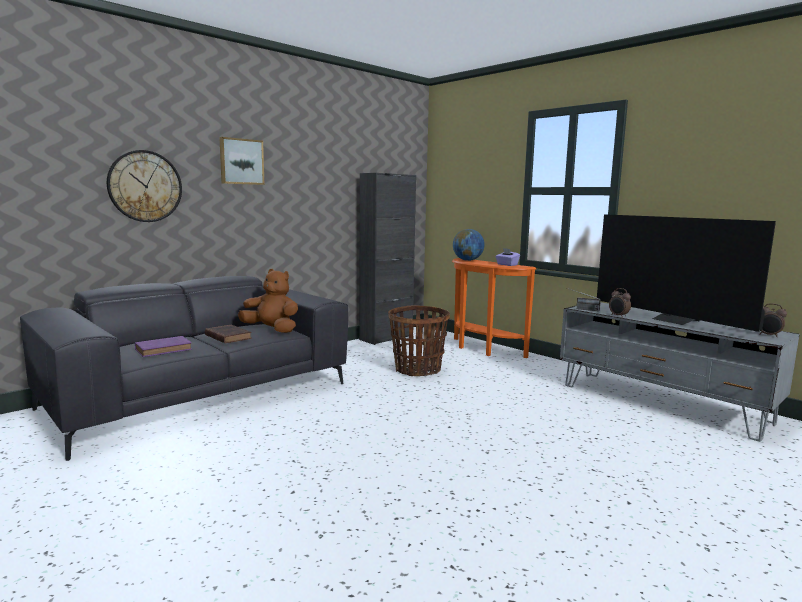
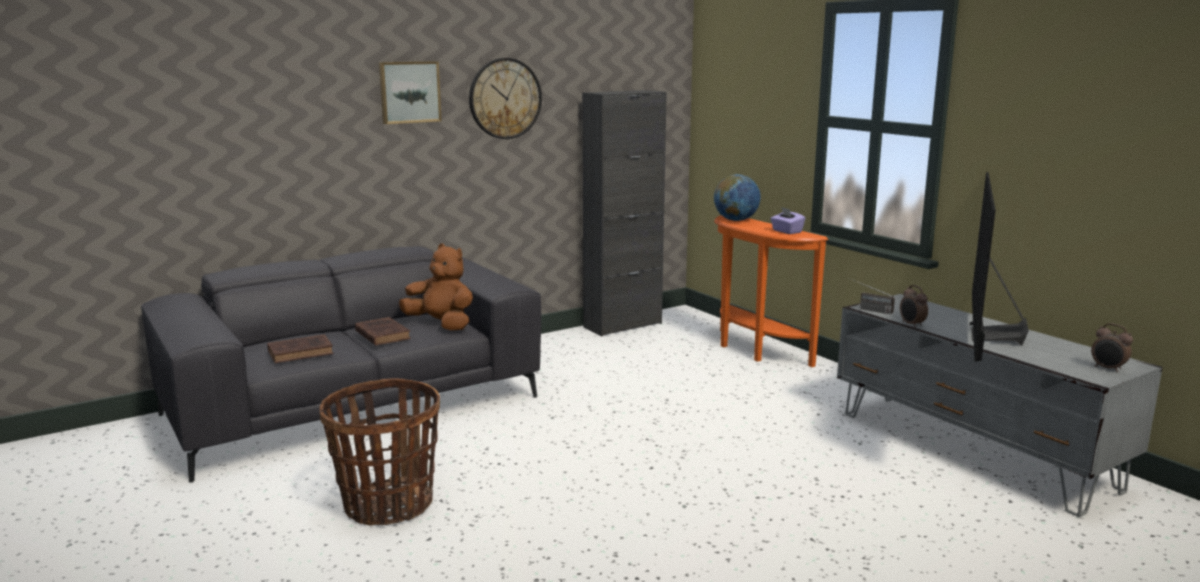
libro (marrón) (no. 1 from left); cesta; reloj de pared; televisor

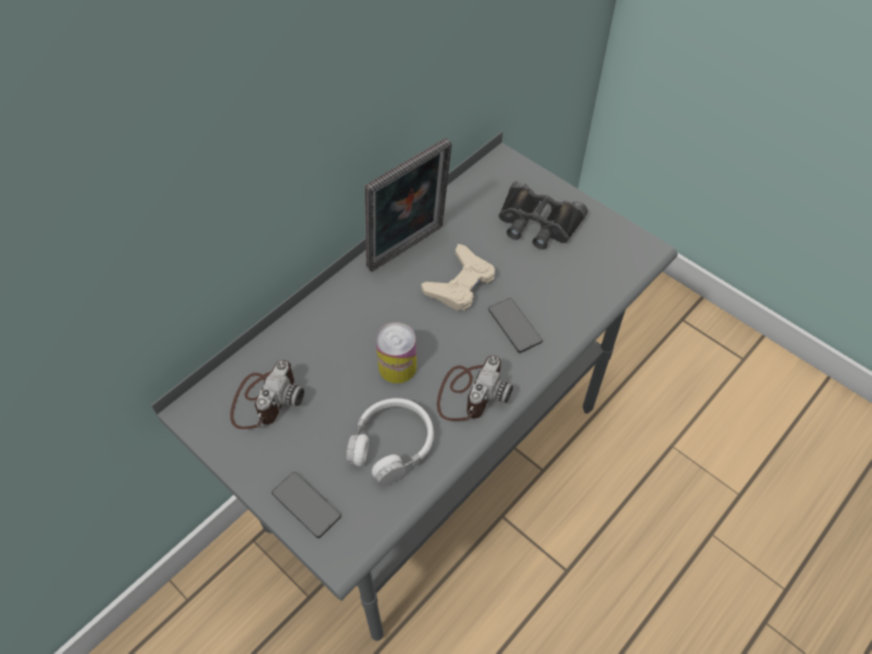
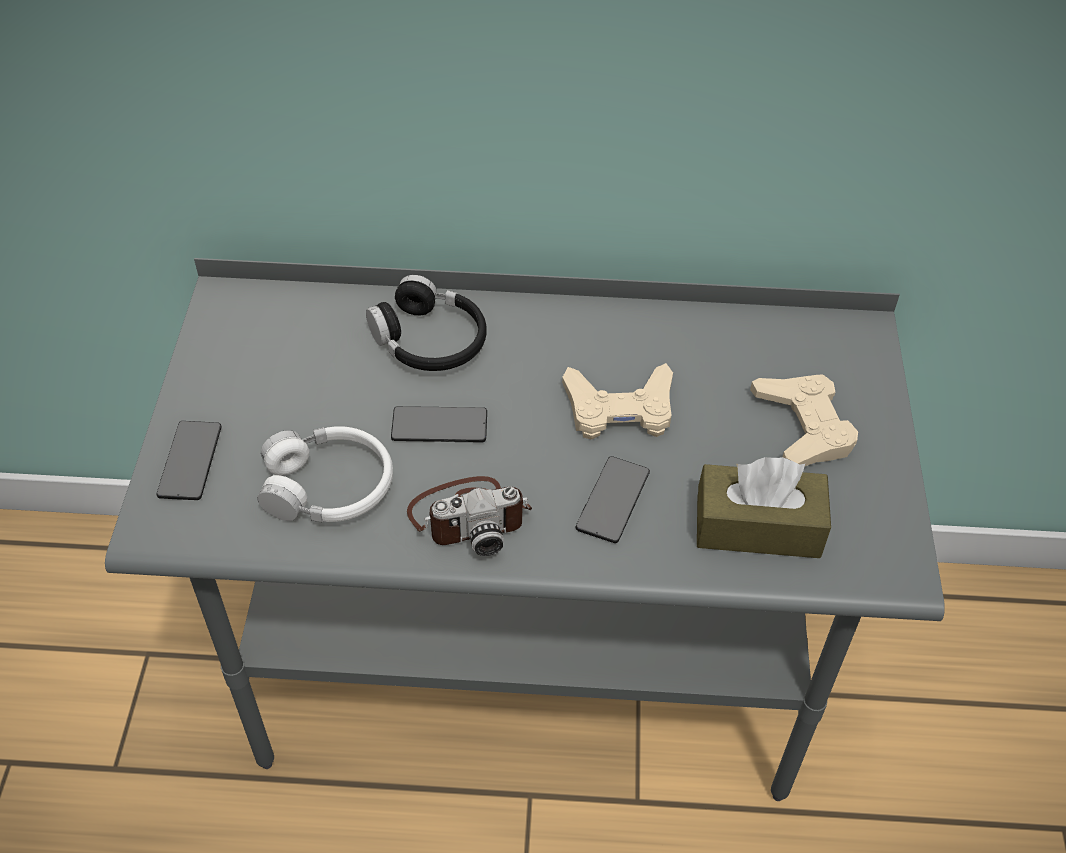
auriculares (negro); móvil (no. 2 from left); caja de pañuelos (marrón); mando de consola (beis) (no. 2 from left); cámara (no. 1 from left in the first image); portarretratos

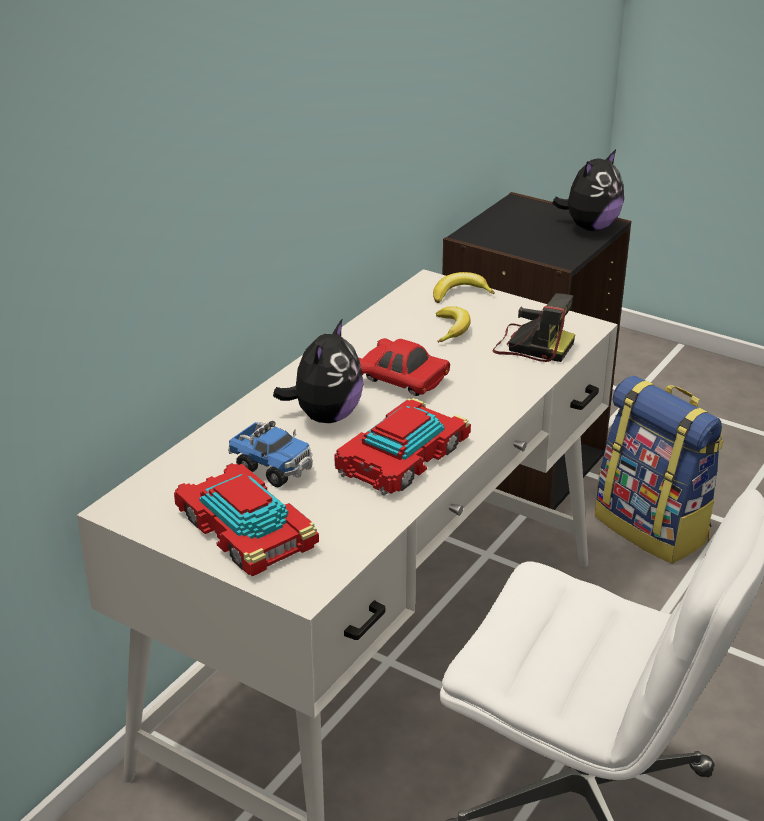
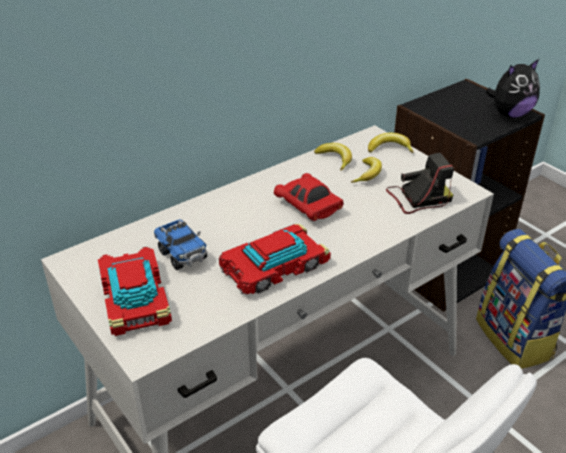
plátano (no. 1 from left); cámara; peluche (no. 1 from left in the first image)

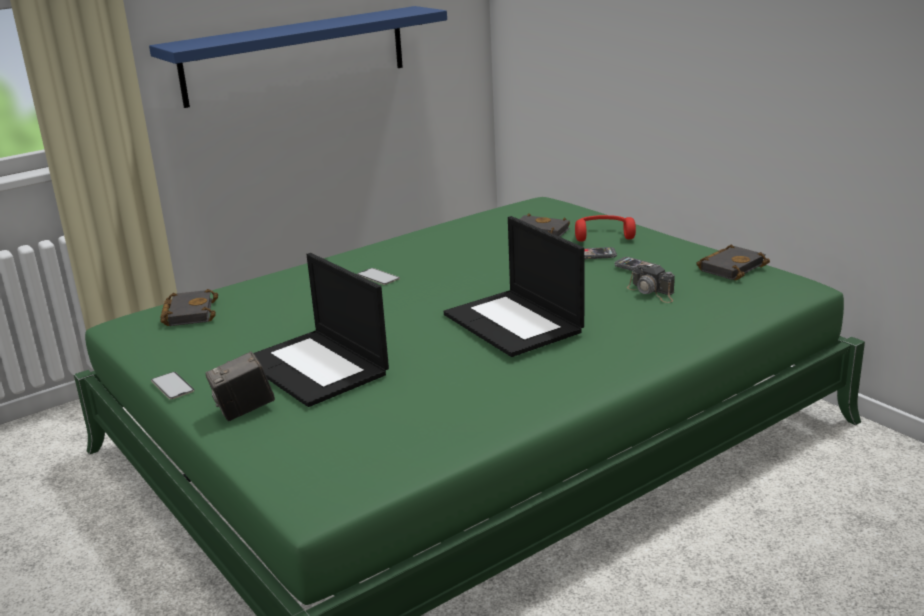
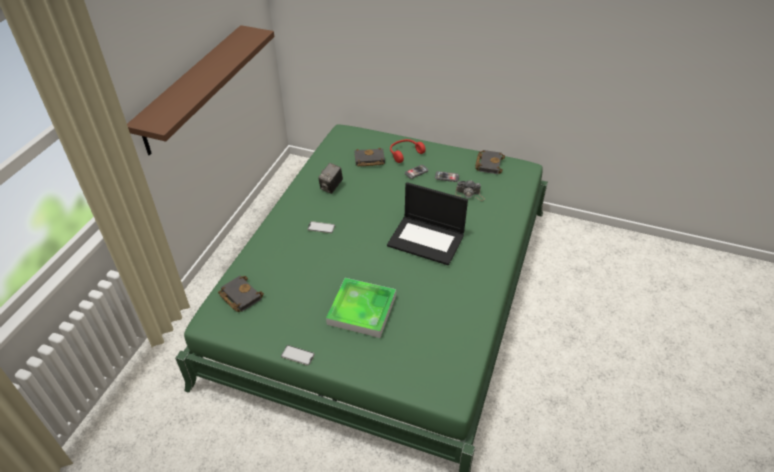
estante (marrón); cámara (no. 1 from left); bandeja

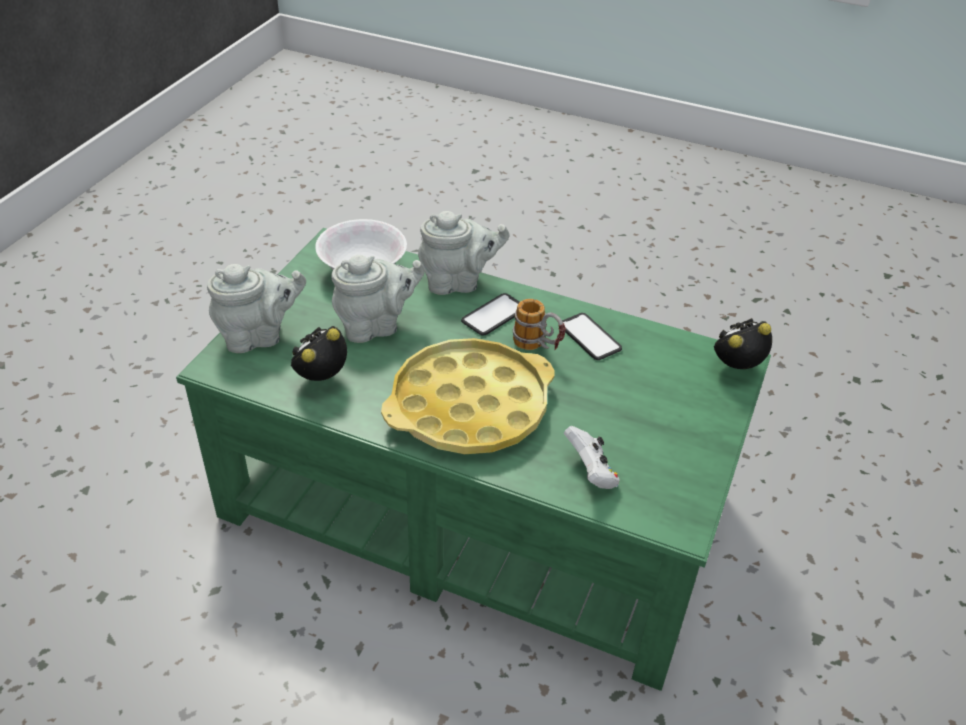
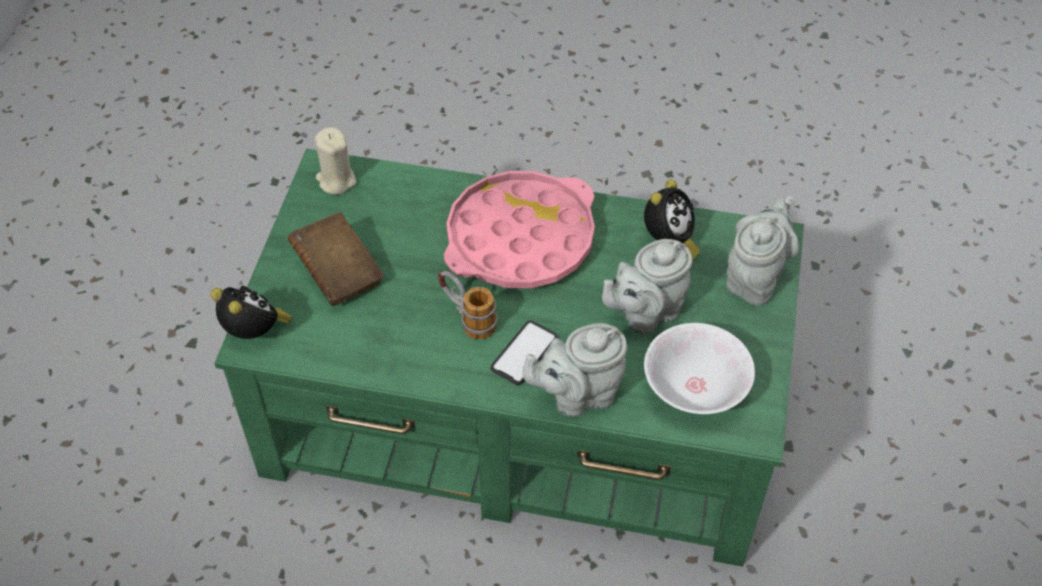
despertador (no. 1 from left); libro (marrón); vela (beis); bandeja (rosa); tetera (gris) (no. 3 from left); móvil (no. 2 from left in the first image); mando de consola (blanco)

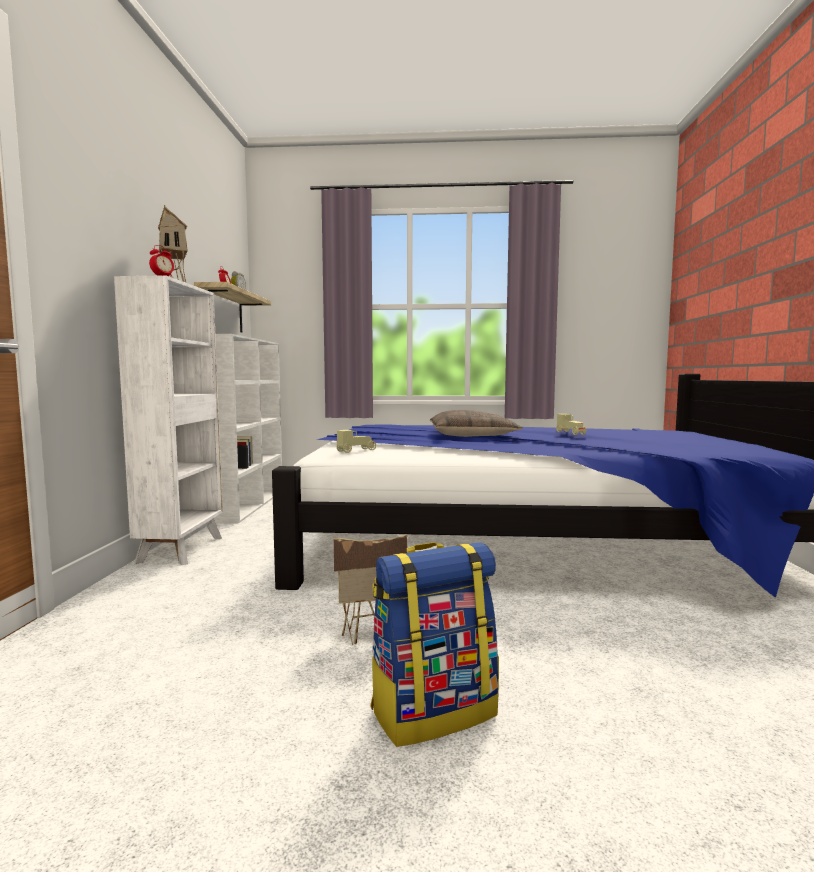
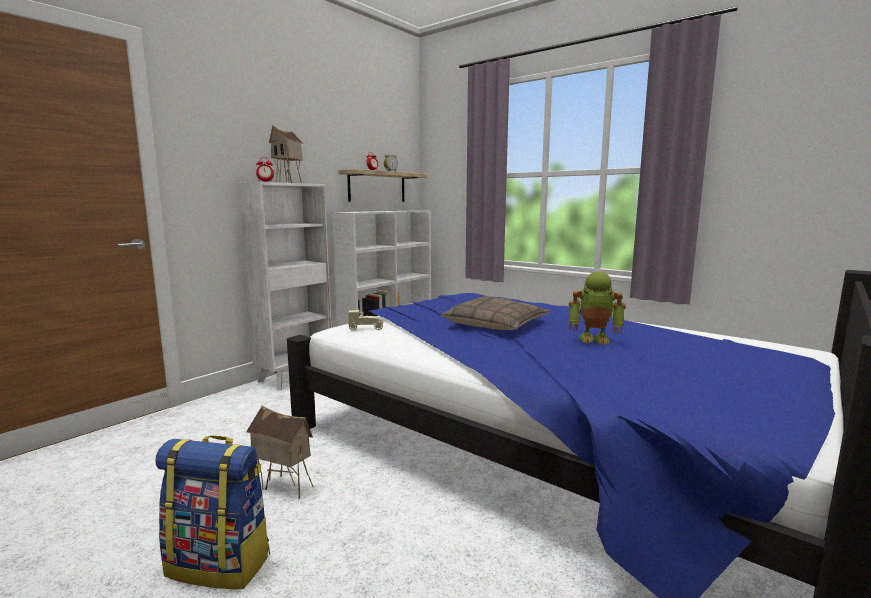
robot de juguete

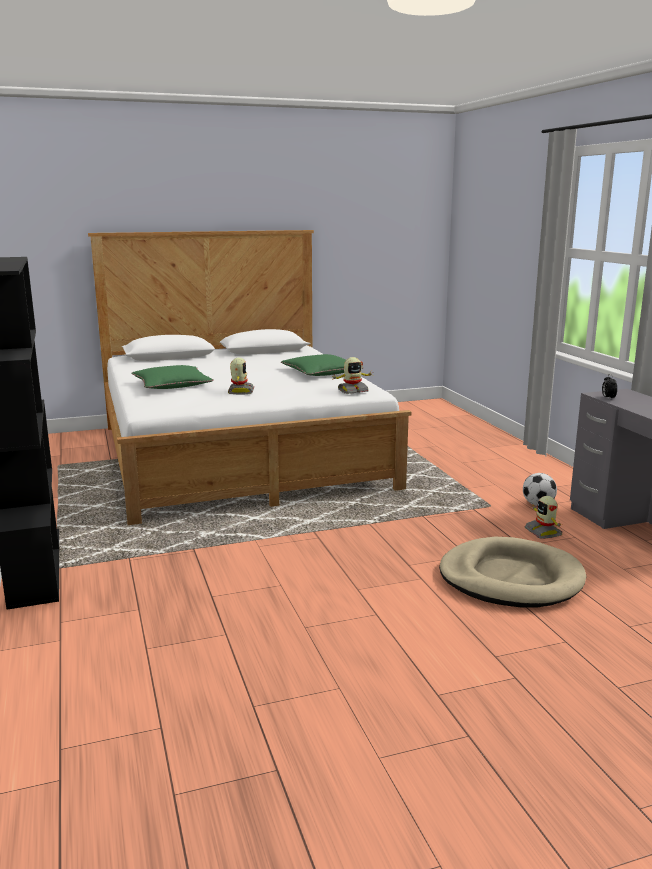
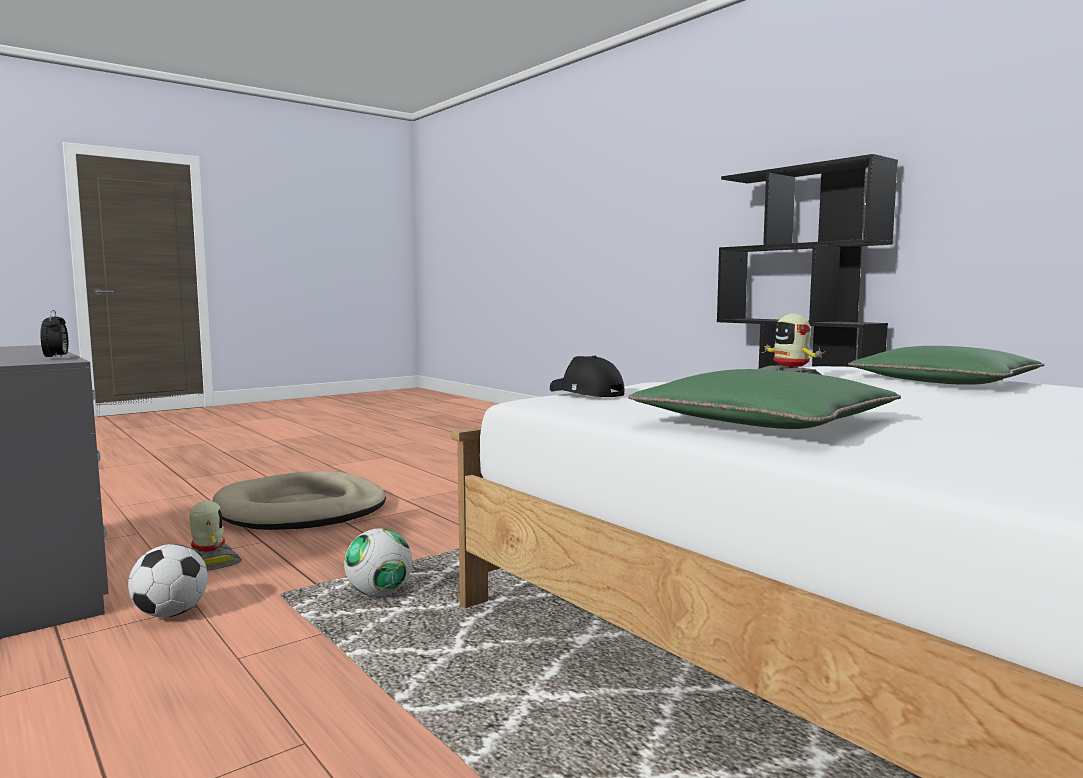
balón de fútbol (no. 2 from left); gorra (negro)

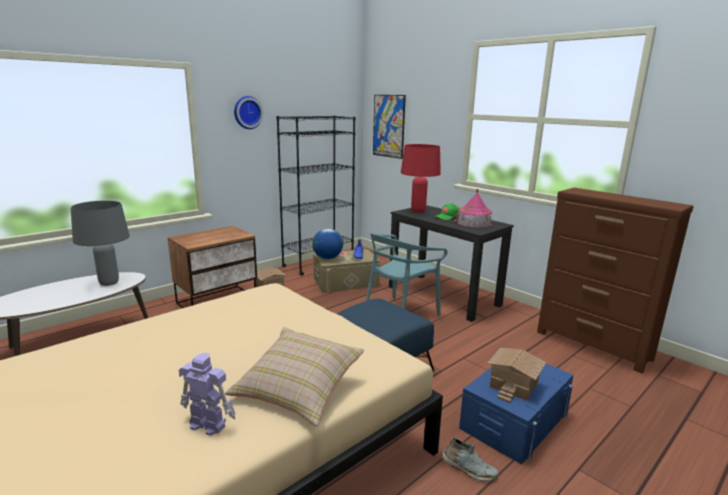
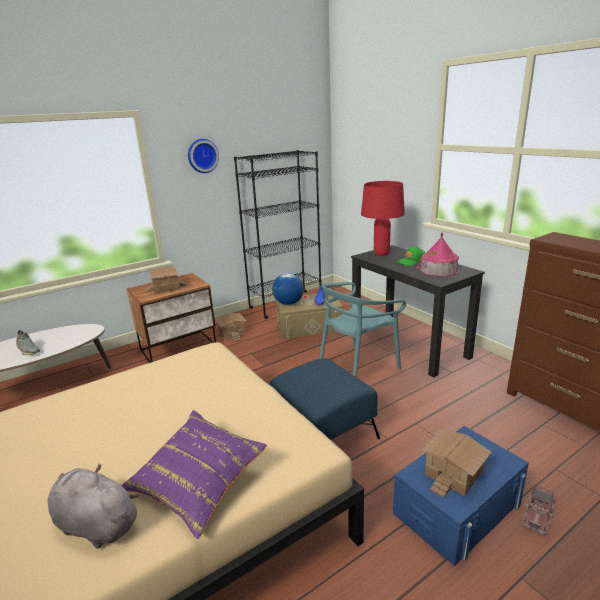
zapato (gris); peluche (gris); cojín (morado); casita (no. 1 from left); camión de juguete; lámpara de mesa (gris); cuadro

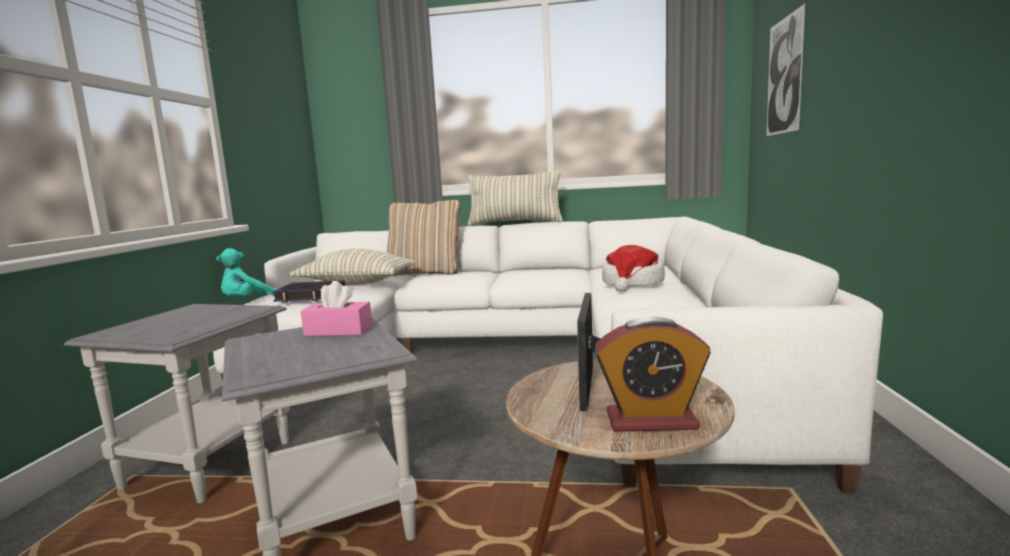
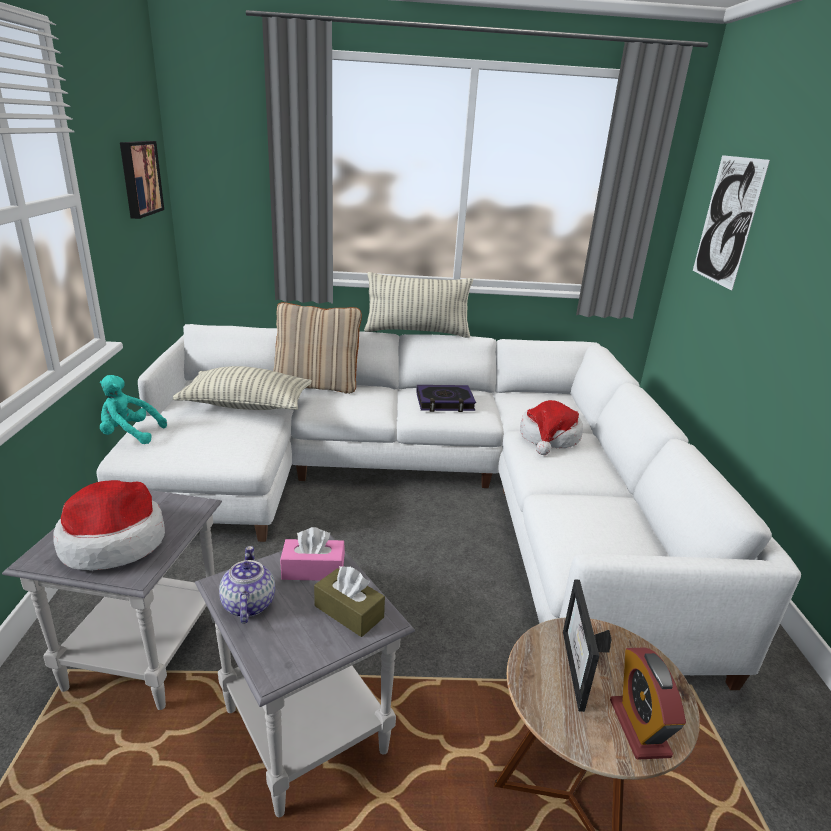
sombrero (no. 1 from left); peluche (turquesa); cuadro (no. 1 from left); tetera; caja de pañuelos (marrón); libro; despertador

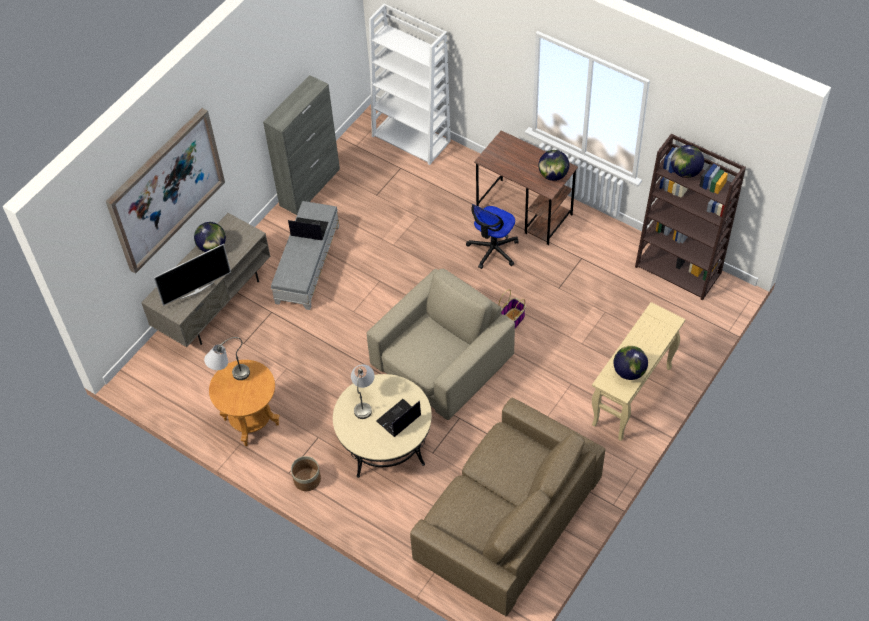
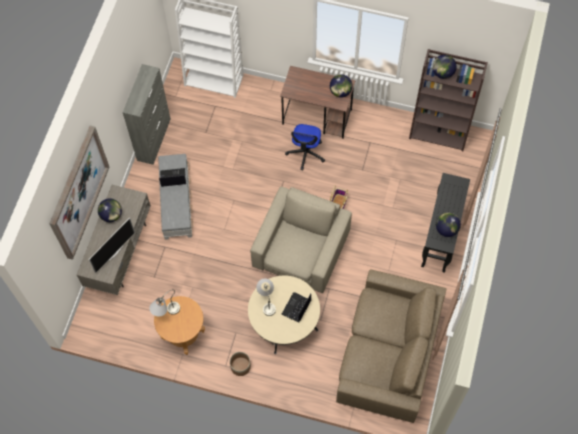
mesa consola (negro)

